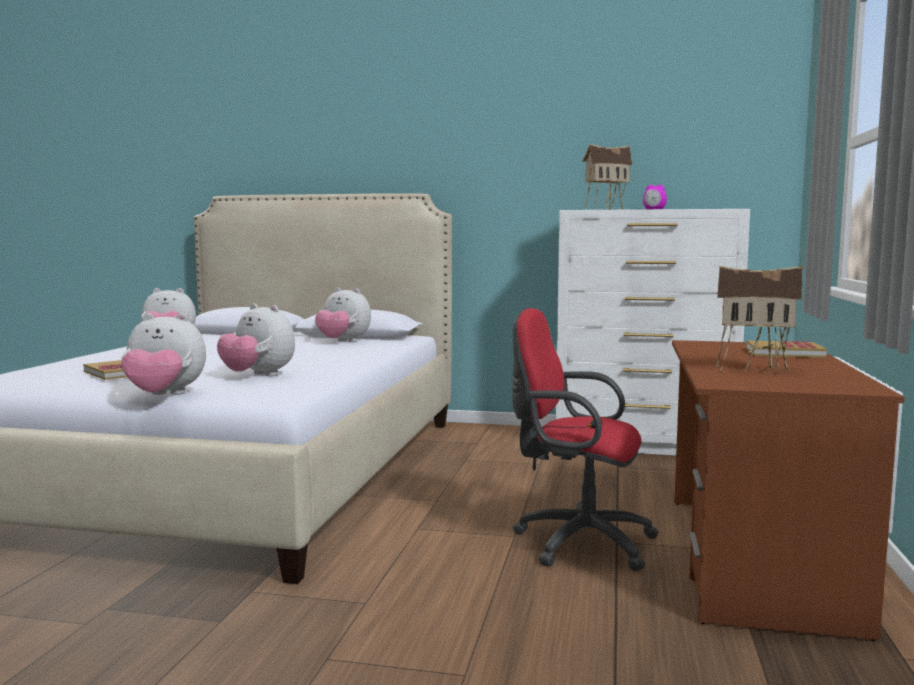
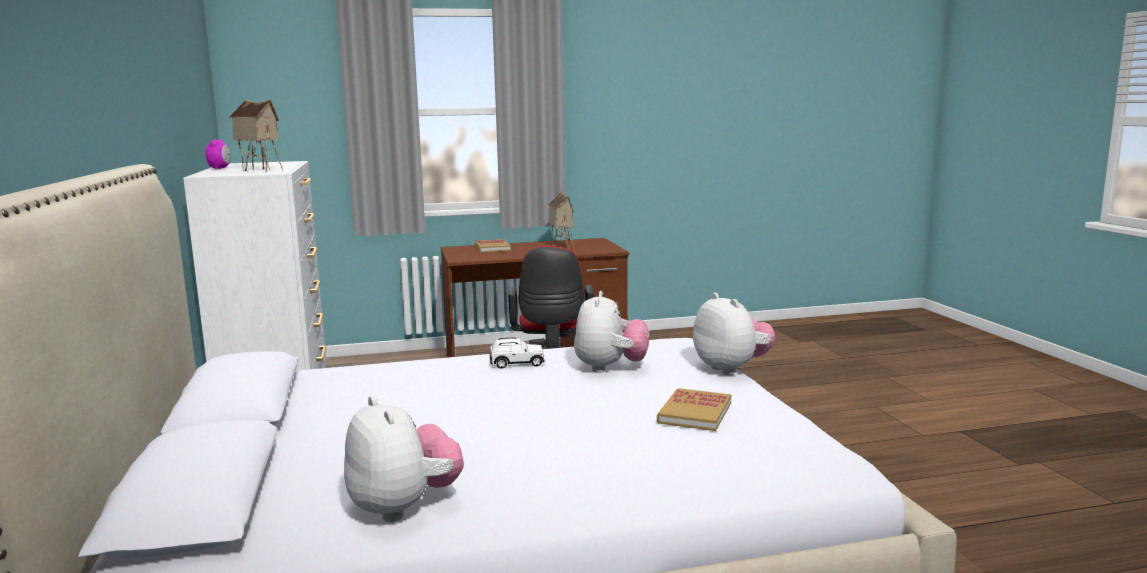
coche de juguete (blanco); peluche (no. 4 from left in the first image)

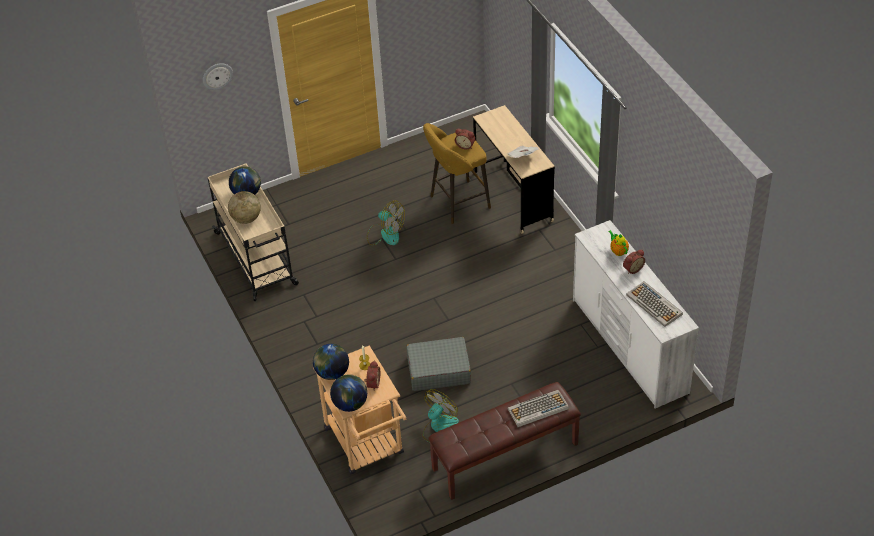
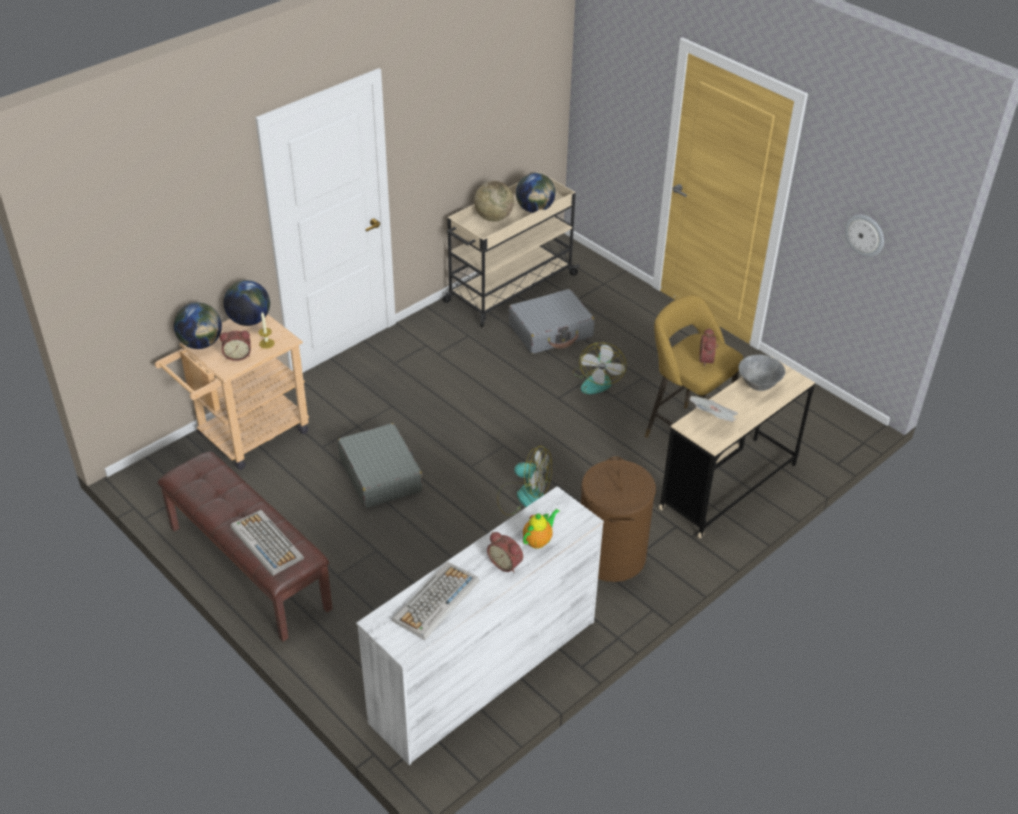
ventilador (no. 1 from left); maleta (gris) (no. 2 from left); cesto de la ropa (marrón); cuenco (gris); reloj de pared

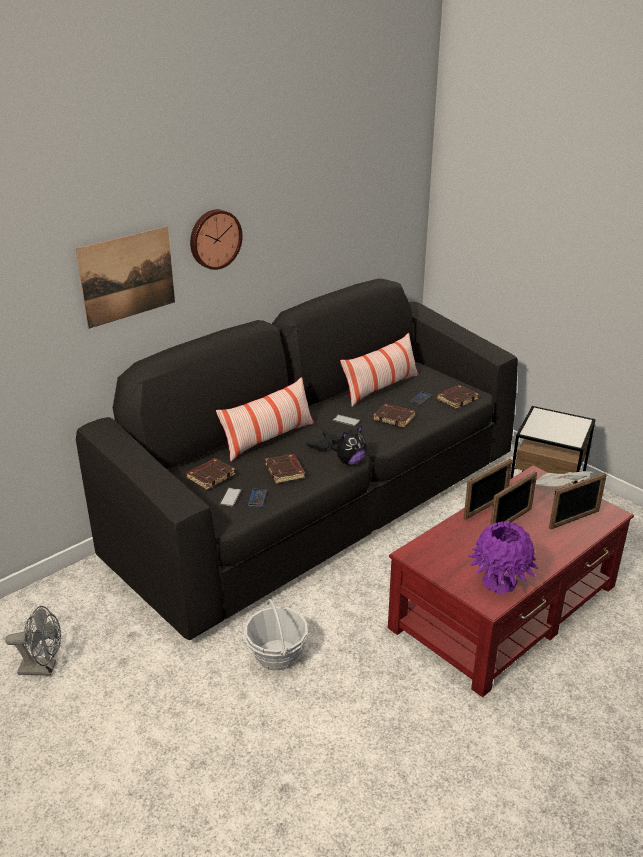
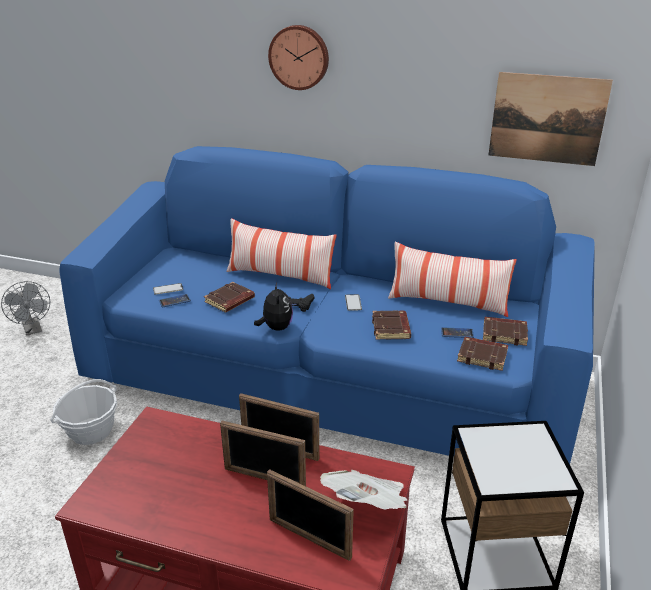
sofá (azul); peluche; libro (marrón) (no. 4 from left); cuadro; florero (morado)

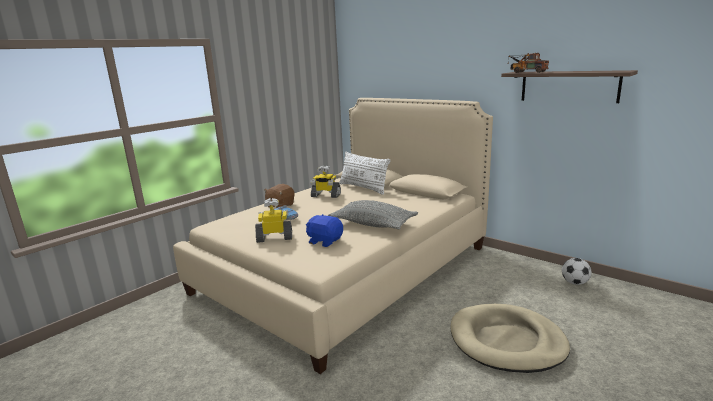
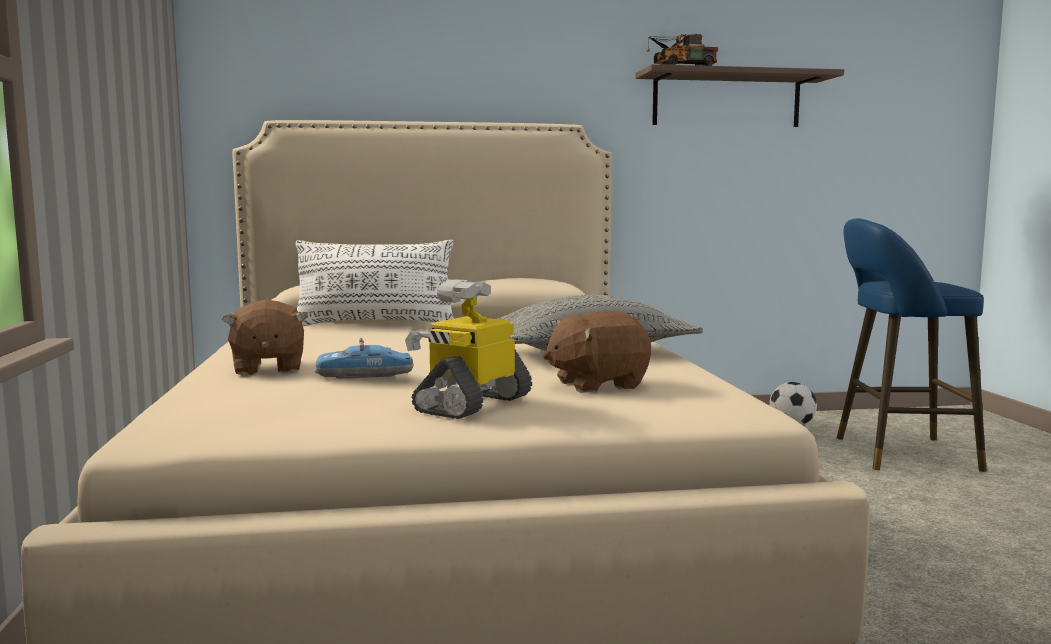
peluche (marrón) (no. 2 from left); taburete (azul); robot de juguete (no. 2 from left in the first image); cama para perro (beis)

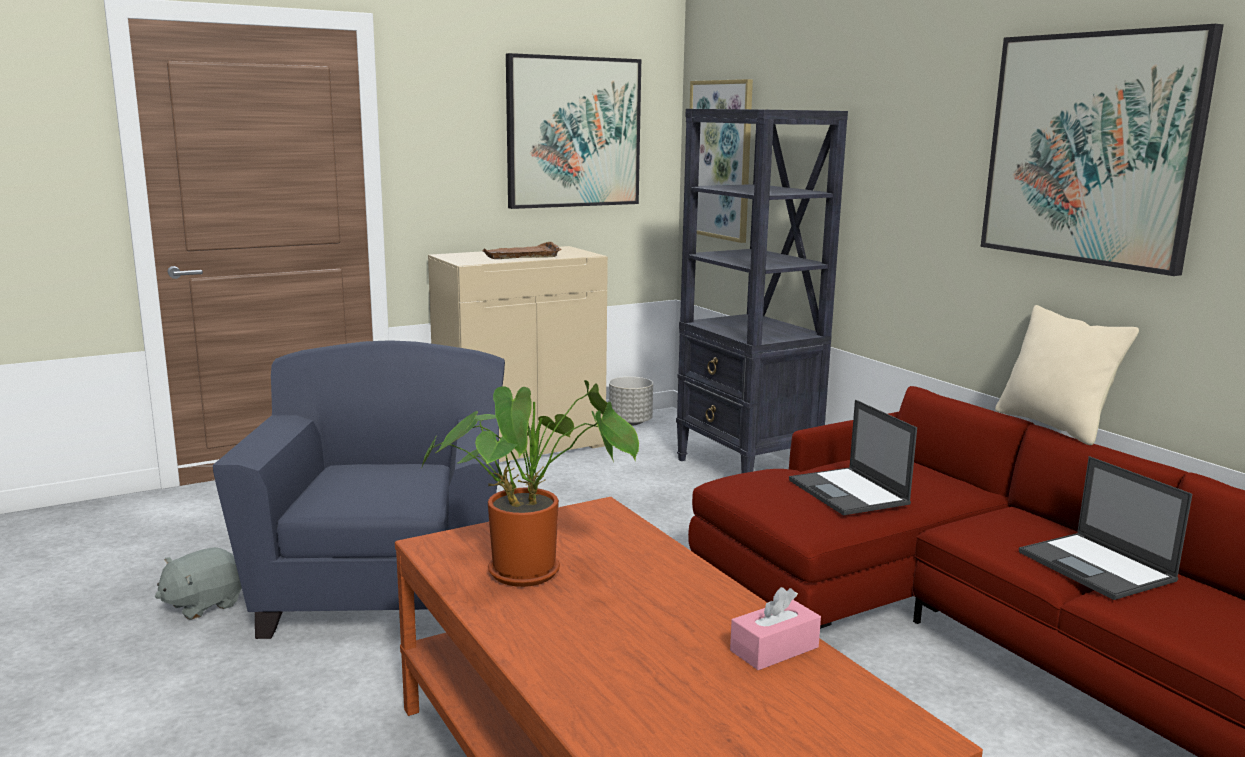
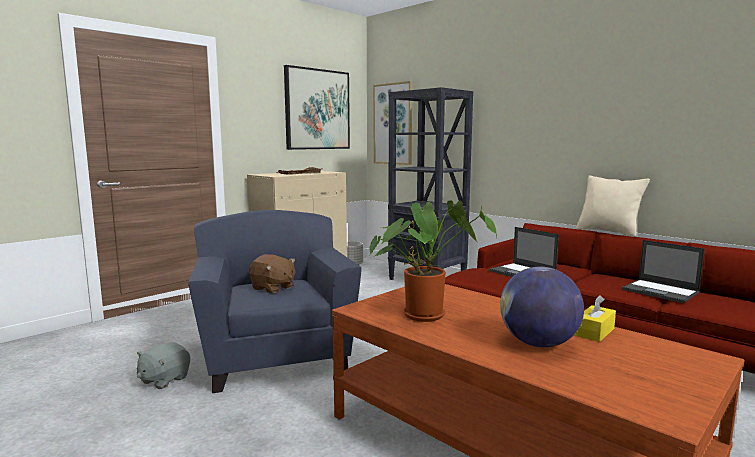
peluche (marrón); globo terráqueo; caja de pañuelos (amarillo); cuadro (no. 3 from left in the first image)

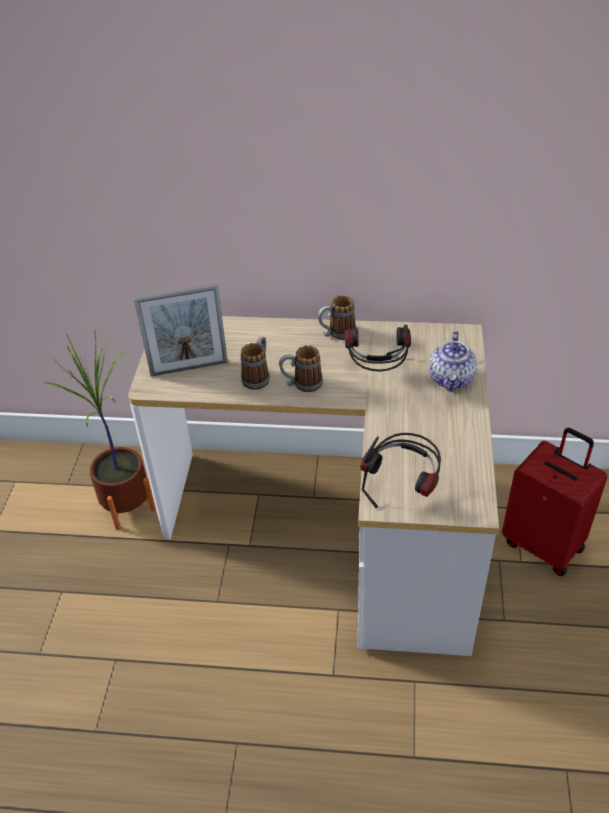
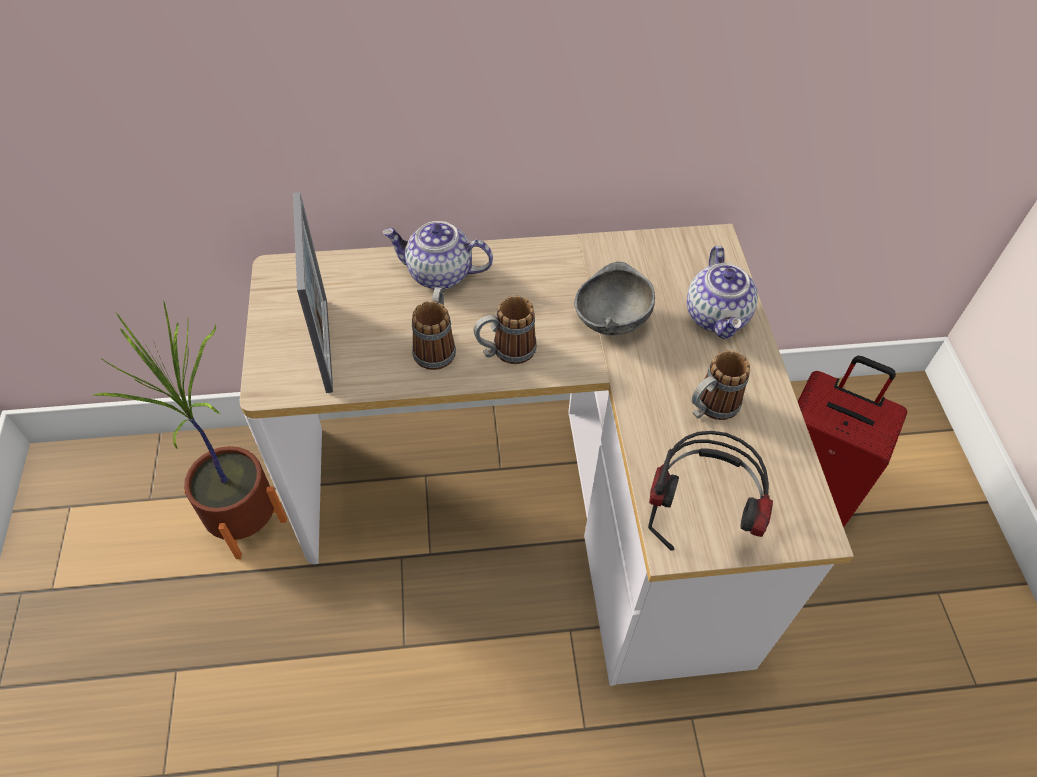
portarretratos; tetera (no. 1 from left); cuenco (gris); taza grande (no. 3 from left)

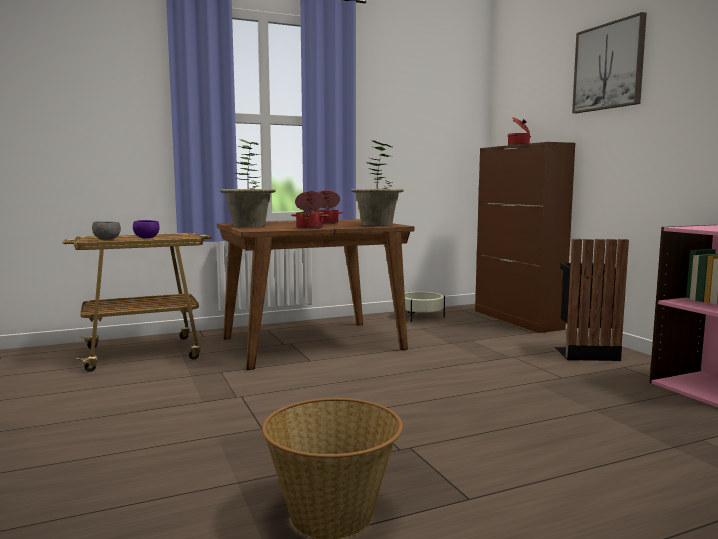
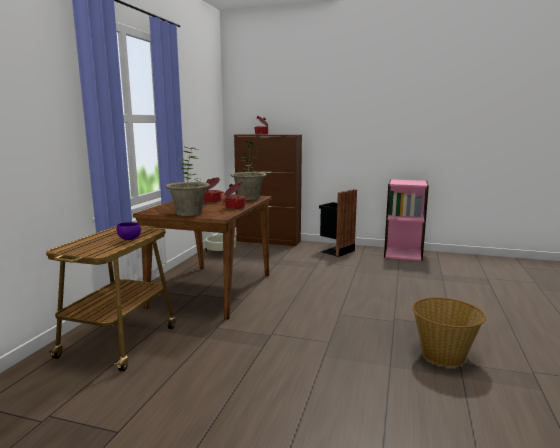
cuenco (gris); cuadro

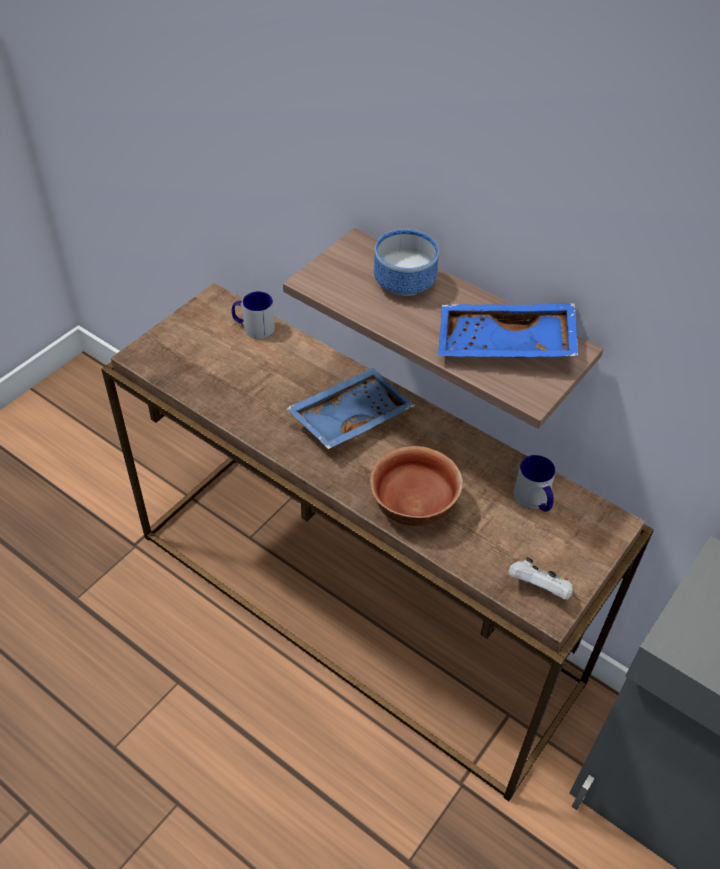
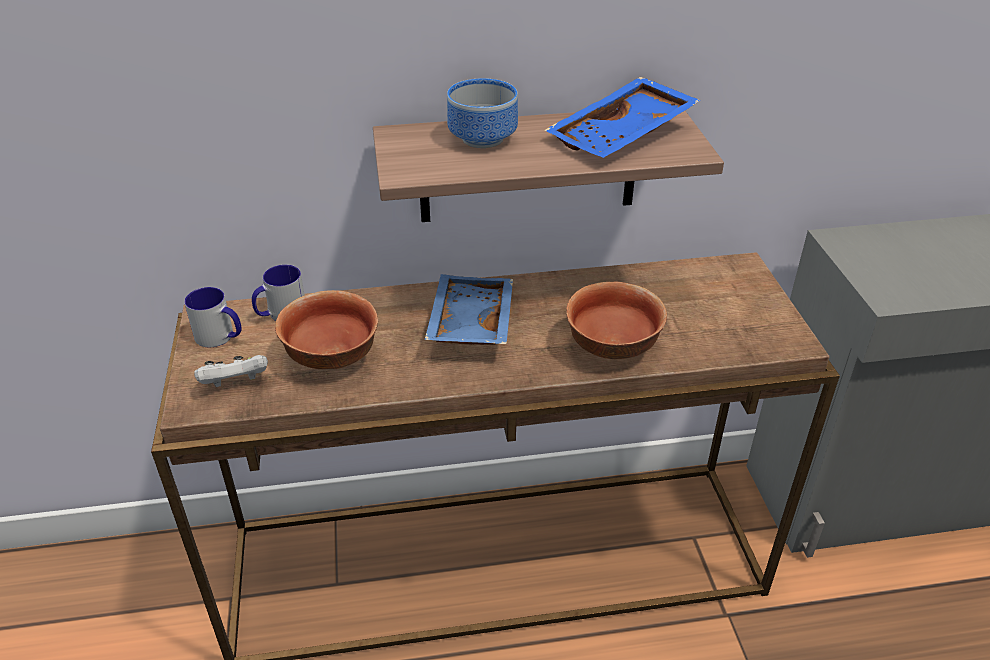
taza grande (no. 1 from left); mando de consola (blanco); cuenco (no. 1 from left)

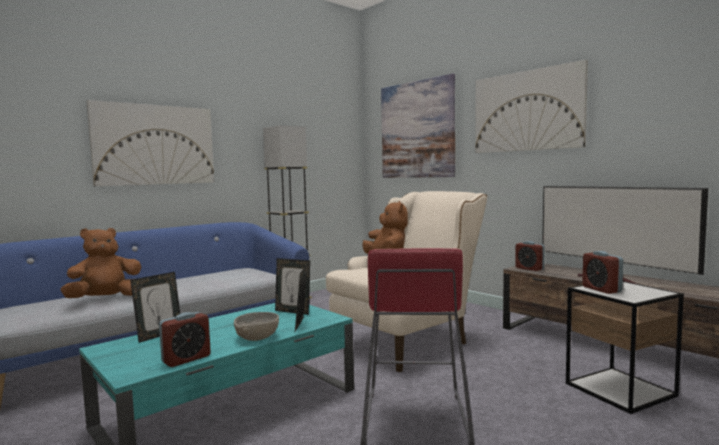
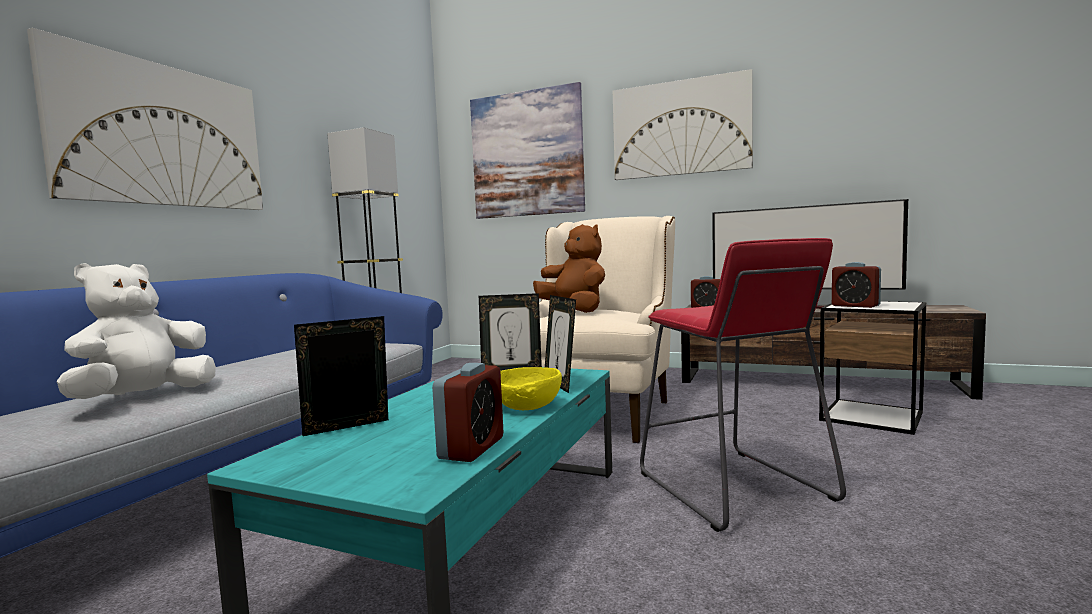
peluche (blanco); portarretratos (no. 1 from left); cuenco (amarillo)

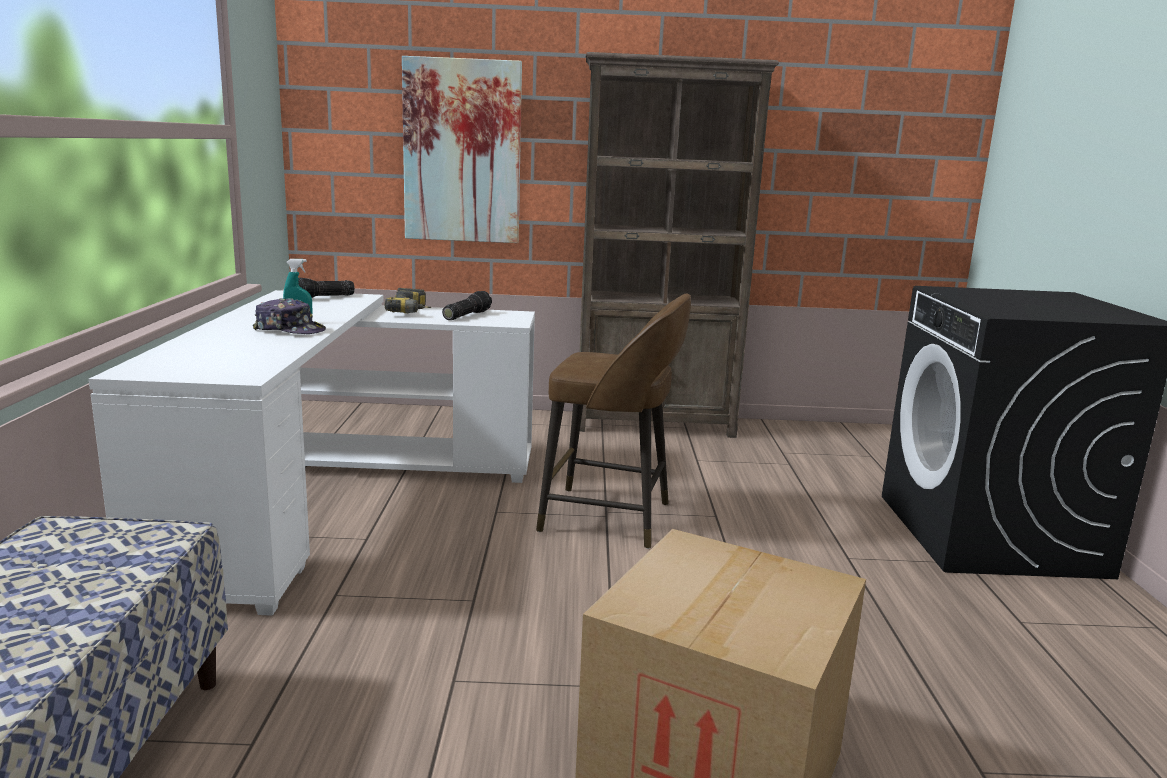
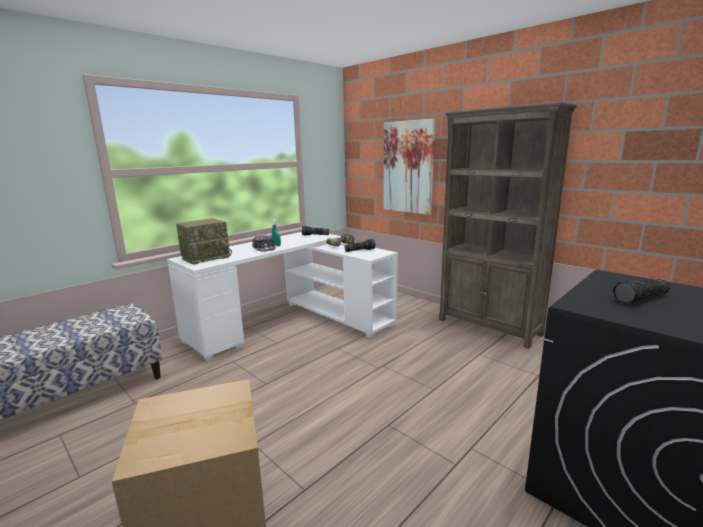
radio; linterna (no. 3 from left); taburete (marrón)

